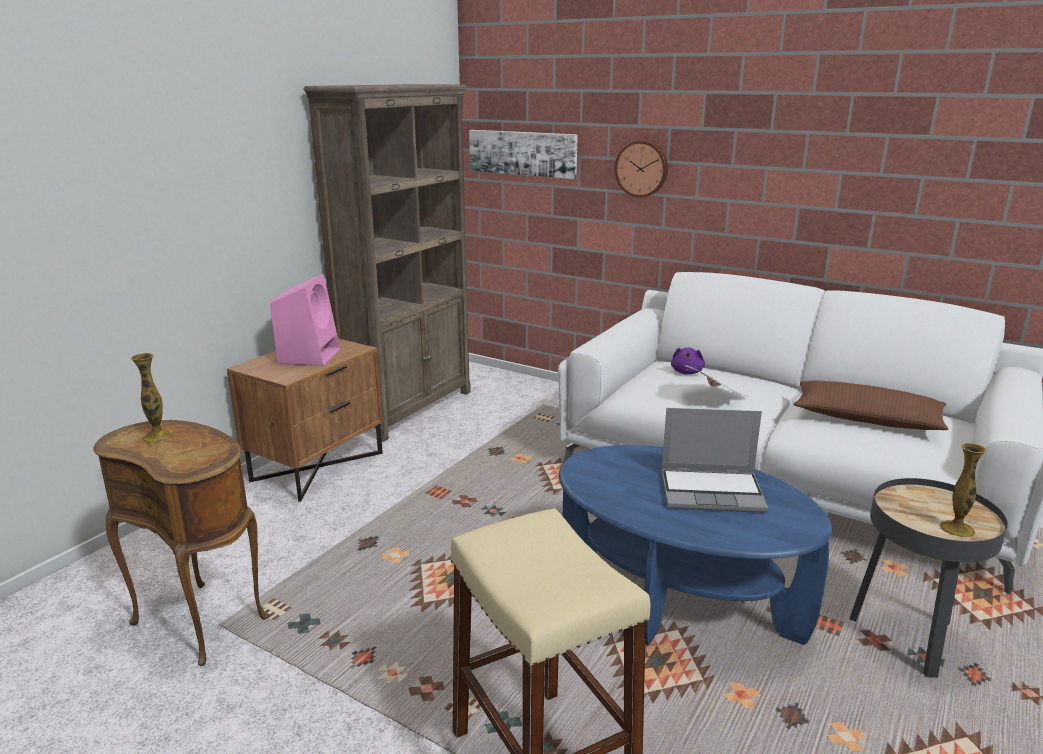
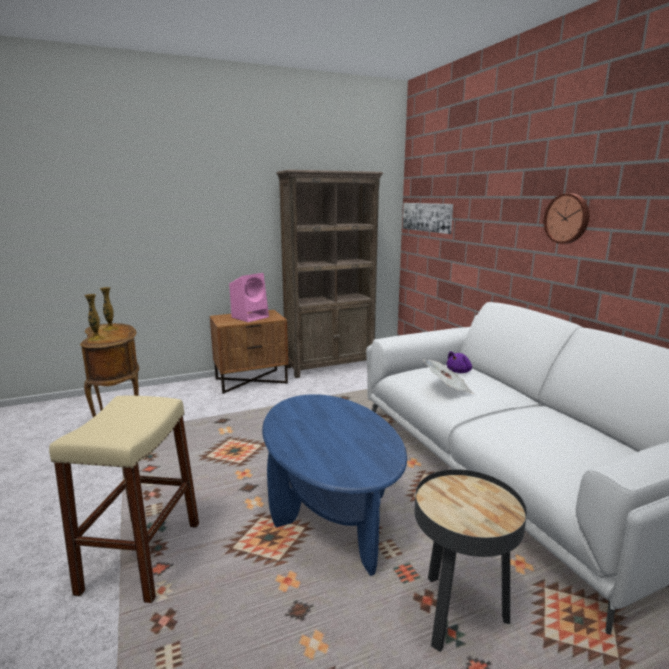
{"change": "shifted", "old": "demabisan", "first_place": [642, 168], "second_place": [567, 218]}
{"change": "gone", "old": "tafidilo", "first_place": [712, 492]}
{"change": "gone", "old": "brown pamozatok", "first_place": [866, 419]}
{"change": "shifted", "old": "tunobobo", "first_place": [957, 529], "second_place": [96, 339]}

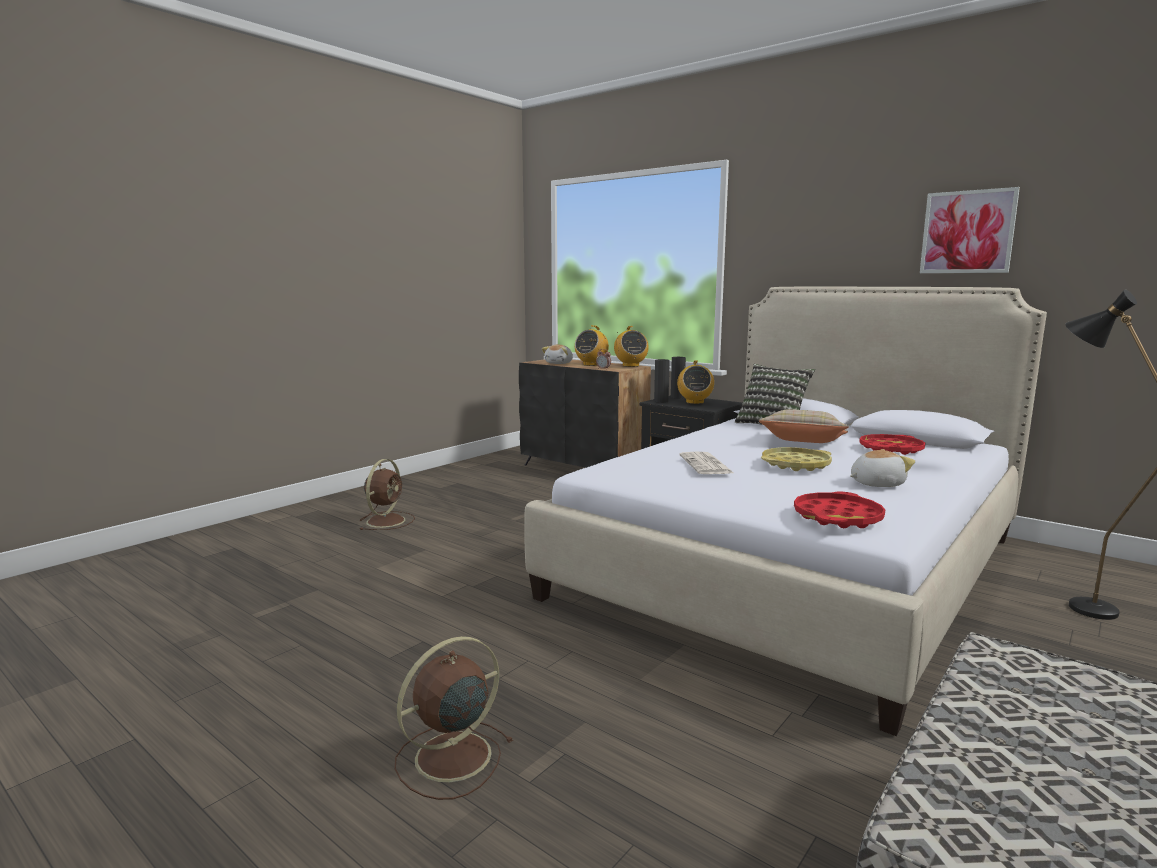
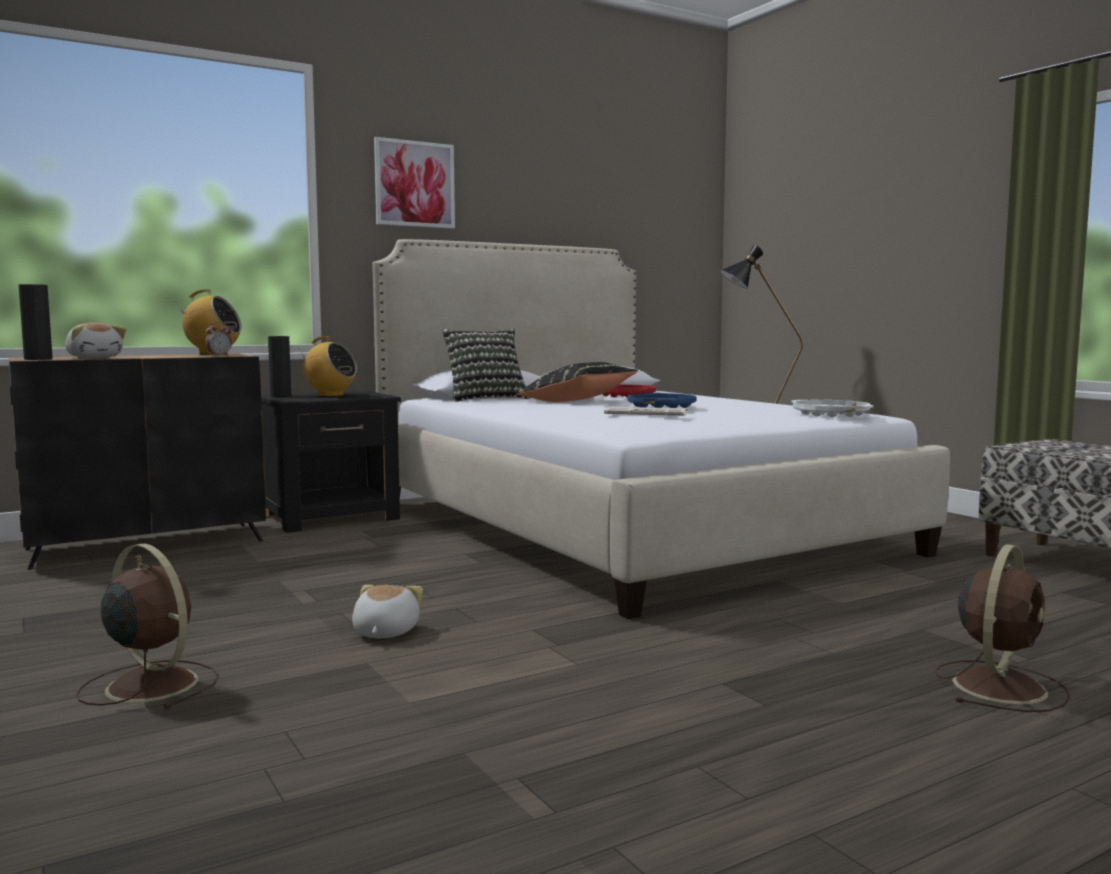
{"change": "rotated", "old": "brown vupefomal", "first_place": [450, 758], "second_place": [1000, 685], "degrees": -120}
{"change": "gone", "old": "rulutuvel", "first_place": [591, 364]}
{"change": "shifted", "old": "black tunobobo", "first_place": [661, 401], "second_place": [38, 359]}
{"change": "repainted", "old": "beige pamozatok", "new": "black pamozatok", "first_place": [803, 443], "second_place": [577, 401]}
{"change": "repainted", "old": "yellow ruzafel", "new": "blue ruzafel", "first_place": [796, 465], "second_place": [661, 406]}
{"change": "repainted", "old": "red ruzafel", "new": "white ruzafel", "first_place": [838, 517], "second_place": [830, 414]}
{"change": "shifted", "old": "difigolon", "first_place": [876, 484], "second_place": [384, 632]}
{"change": "shifted", "old": "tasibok", "first_place": [967, 232], "second_place": [414, 184]}

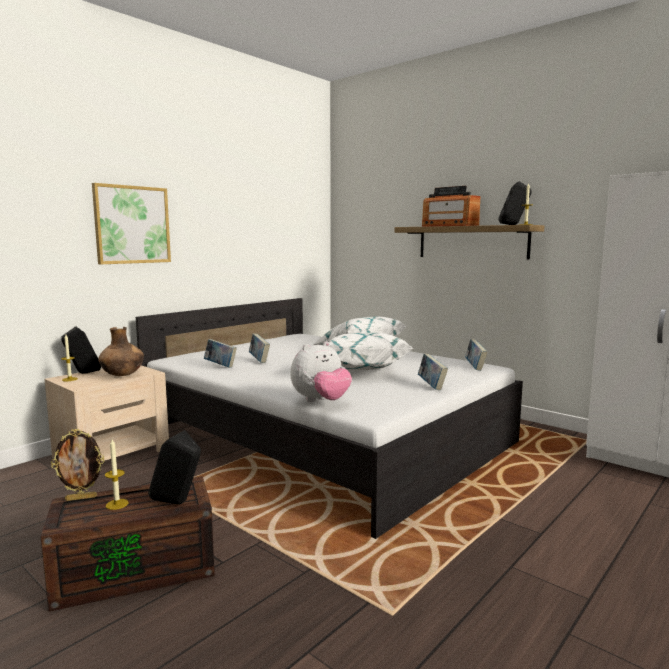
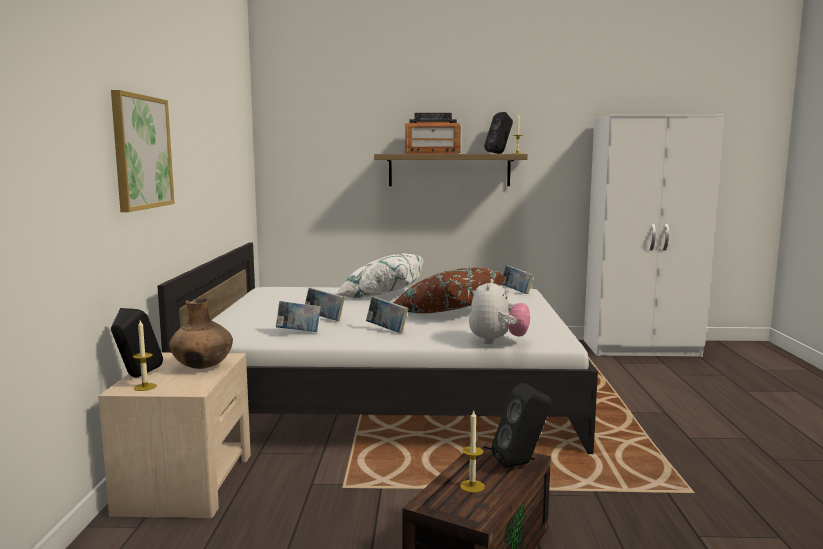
{"change": "gone", "old": "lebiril", "first_place": [81, 498]}
{"change": "repainted", "old": "white pamozatok", "new": "brown pamozatok", "first_place": [360, 372], "second_place": [446, 312]}
{"change": "shifted", "old": "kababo", "first_place": [431, 386], "second_place": [387, 330]}

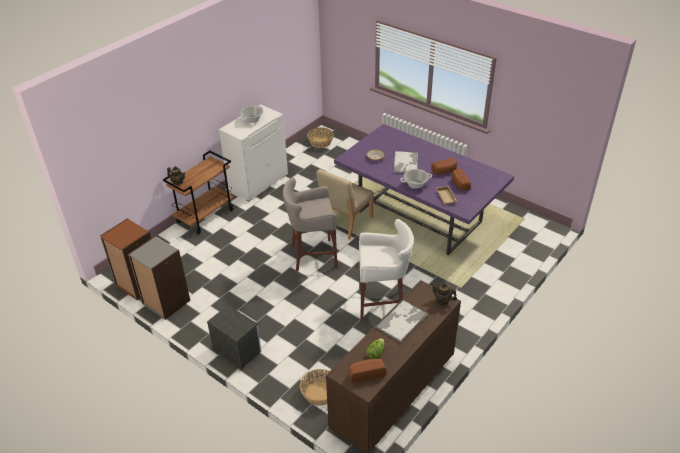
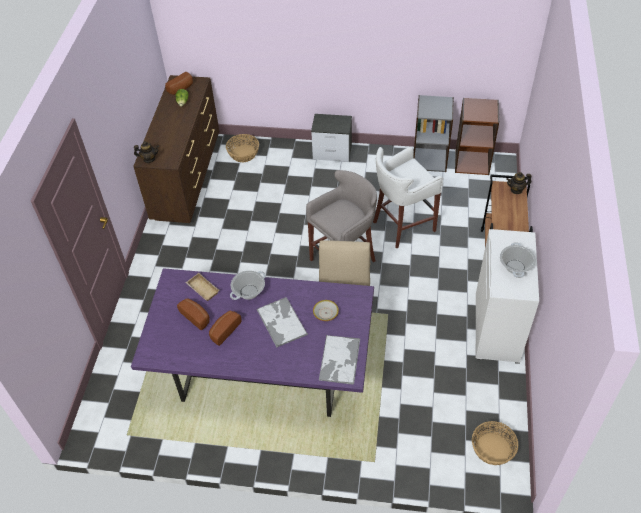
{"change": "shifted", "old": "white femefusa", "first_place": [383, 303], "second_place": [402, 226]}
{"change": "shifted", "old": "ruzafel", "first_place": [402, 321], "second_place": [339, 360]}

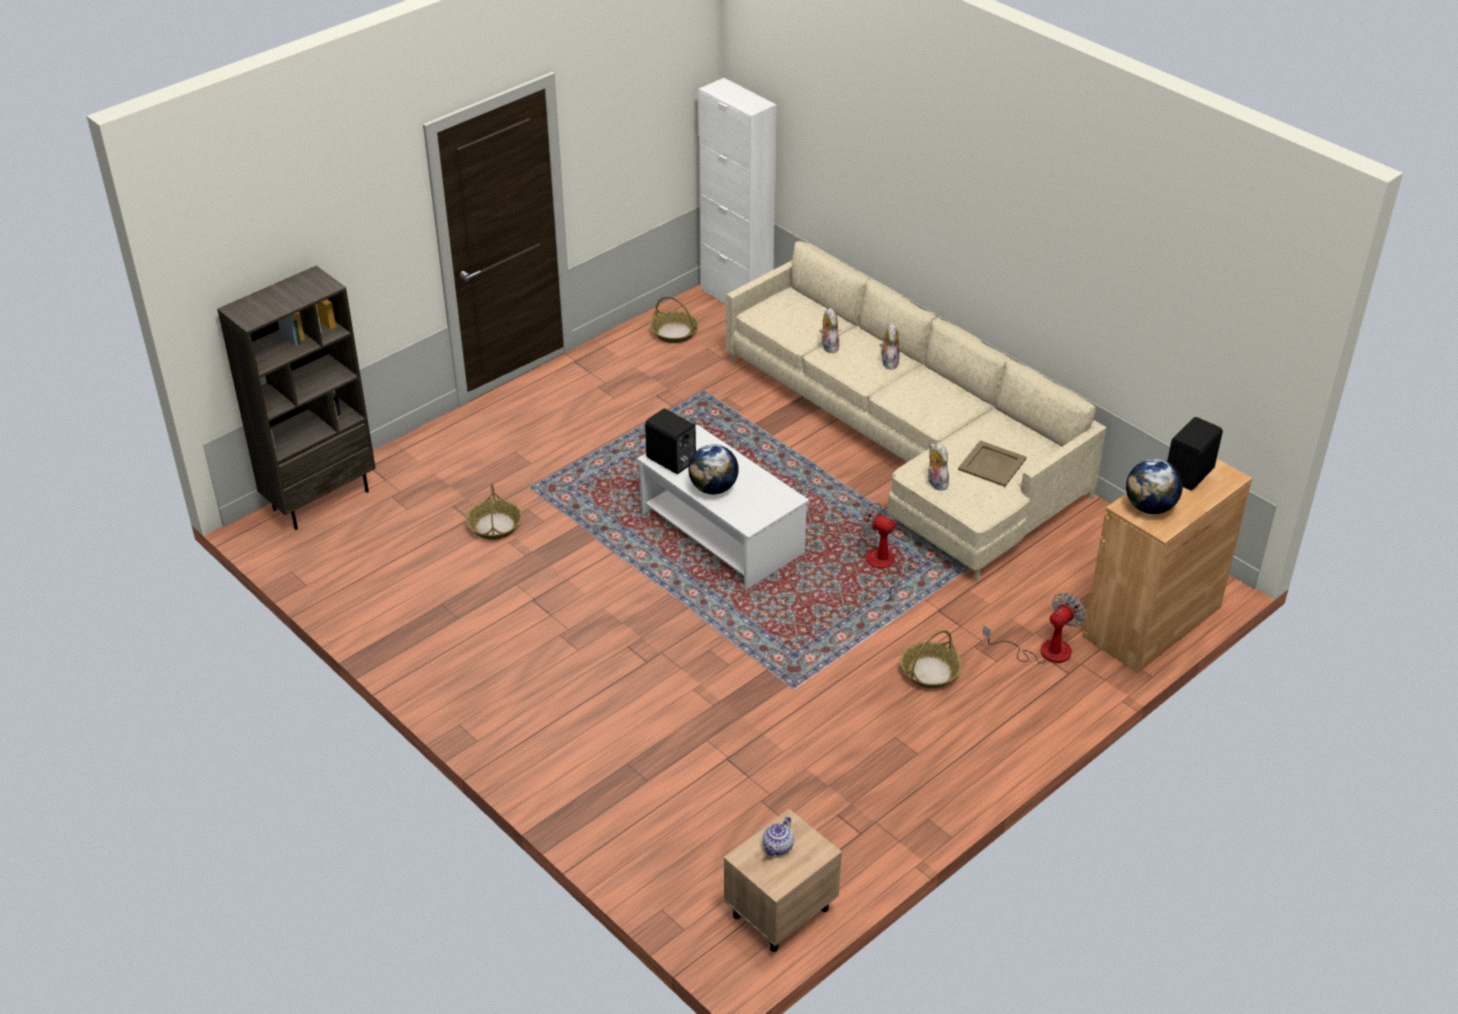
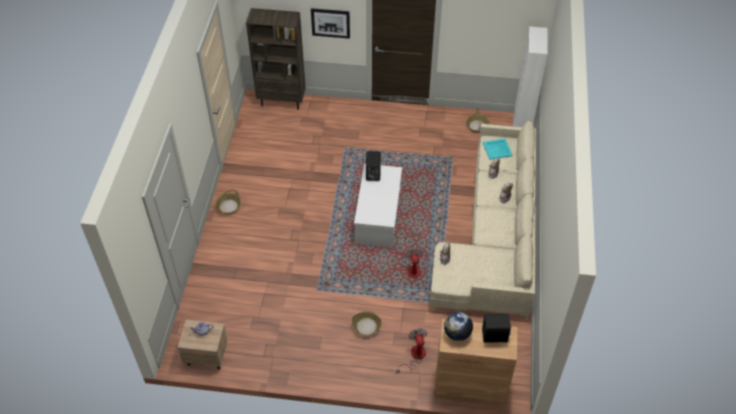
{"change": "shifted", "old": "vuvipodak", "first_place": [494, 525], "second_place": [228, 206]}
{"change": "gone", "old": "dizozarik", "first_place": [713, 488]}
{"change": "gone", "old": "beige ruzafel", "first_place": [992, 463]}
{"change": "rotated", "old": "vupefomal", "first_place": [1043, 651], "second_place": [414, 356], "degrees": -105}
{"change": "new", "new": "tasibok", "second_place": [330, 23]}
{"change": "new", "new": "turquoise ruzafel", "second_place": [497, 149]}

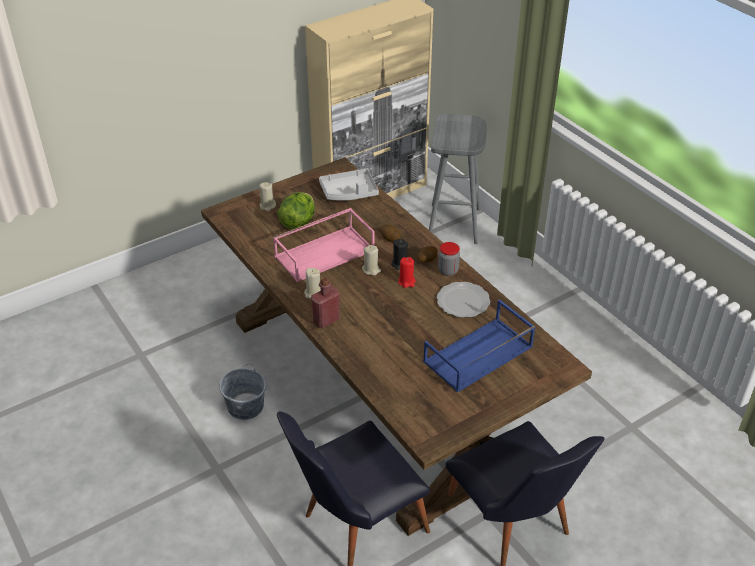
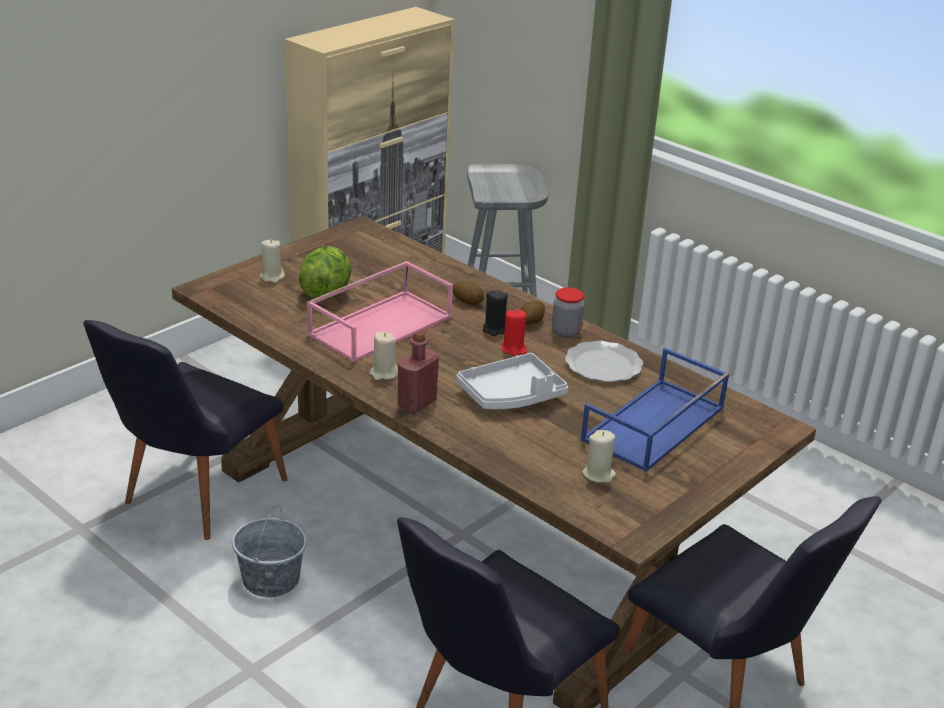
{"change": "shifted", "old": "grey ruzafel", "first_place": [349, 192], "second_place": [511, 395]}
{"change": "shifted", "old": "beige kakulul", "first_place": [371, 270], "second_place": [598, 474]}
{"change": "new", "new": "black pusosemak", "second_place": [193, 497]}

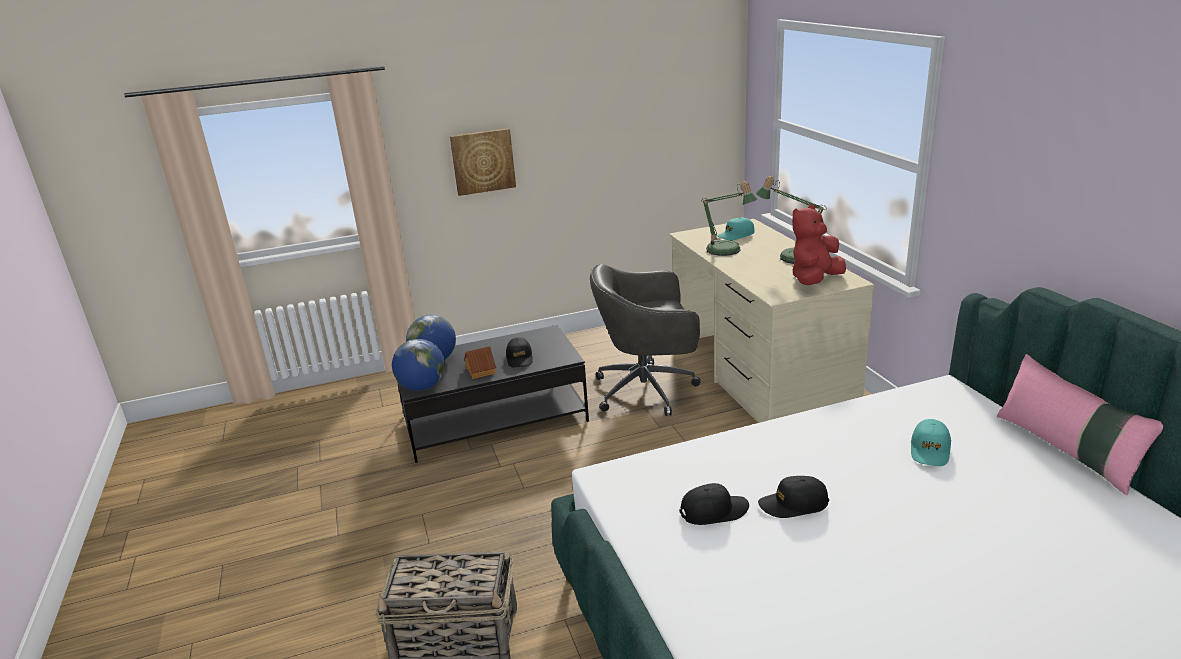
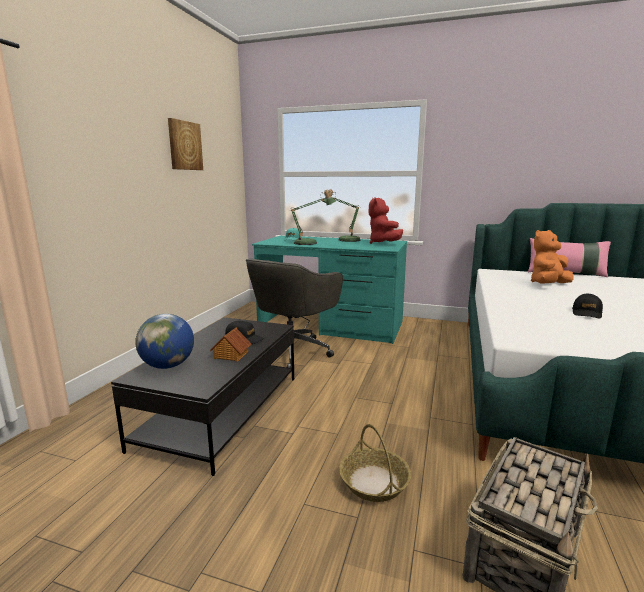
{"change": "gone", "old": "dizozarik", "first_place": [422, 387]}
{"change": "shifted", "old": "tasibok", "first_place": [483, 161], "second_place": [184, 145]}
{"change": "repainted", "old": "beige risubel", "new": "turquoise risubel", "first_place": [758, 374], "second_place": [331, 325]}
{"change": "gone", "old": "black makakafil", "first_place": [714, 511]}
{"change": "swapped", "old": "turquoise makakafil", "new": "orange difigolon", "first_place": [930, 450], "second_place": [548, 285]}
{"change": "new", "new": "vuvipodak", "second_place": [374, 482]}

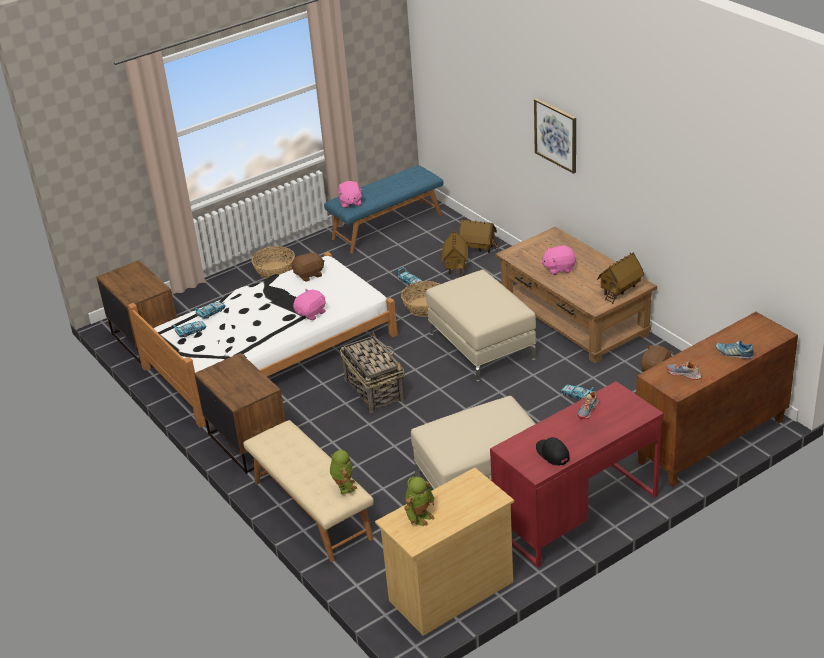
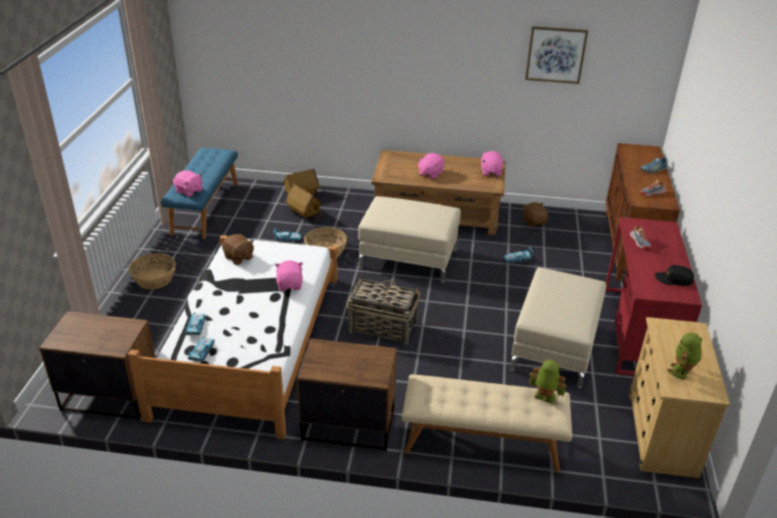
{"change": "rotated", "old": "brown difigolon", "first_place": [309, 275], "second_place": [238, 258], "degrees": 120}
{"change": "rotated", "old": "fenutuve", "first_place": [420, 516], "second_place": [681, 372], "degrees": -135}
{"change": "shifted", "old": "tasibok", "first_place": [556, 135], "second_place": [555, 54]}
{"change": "swapped", "old": "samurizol", "new": "pink difigolon", "first_place": [620, 291], "second_place": [490, 172]}

